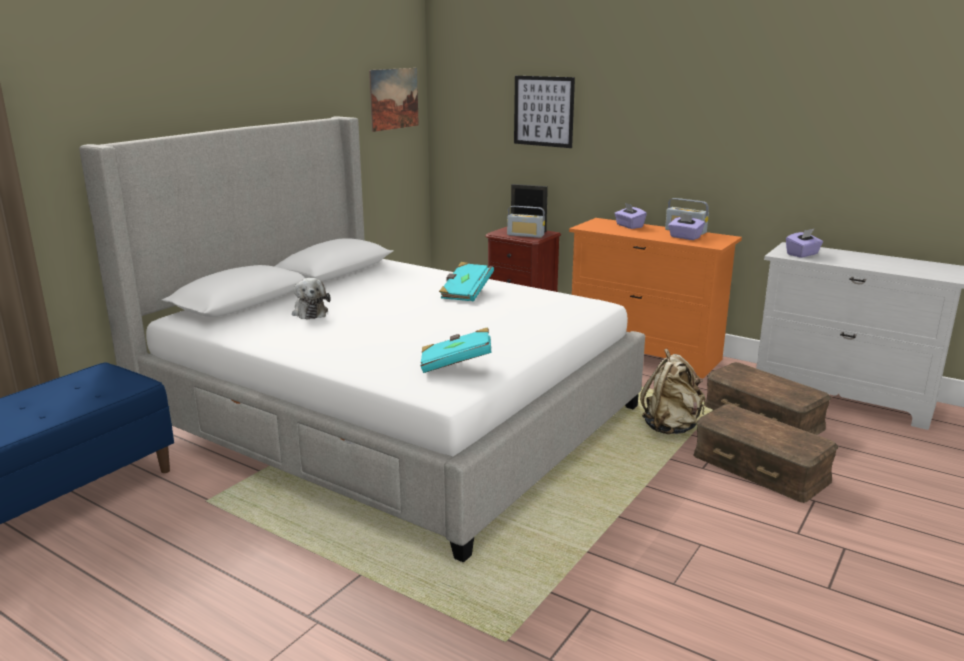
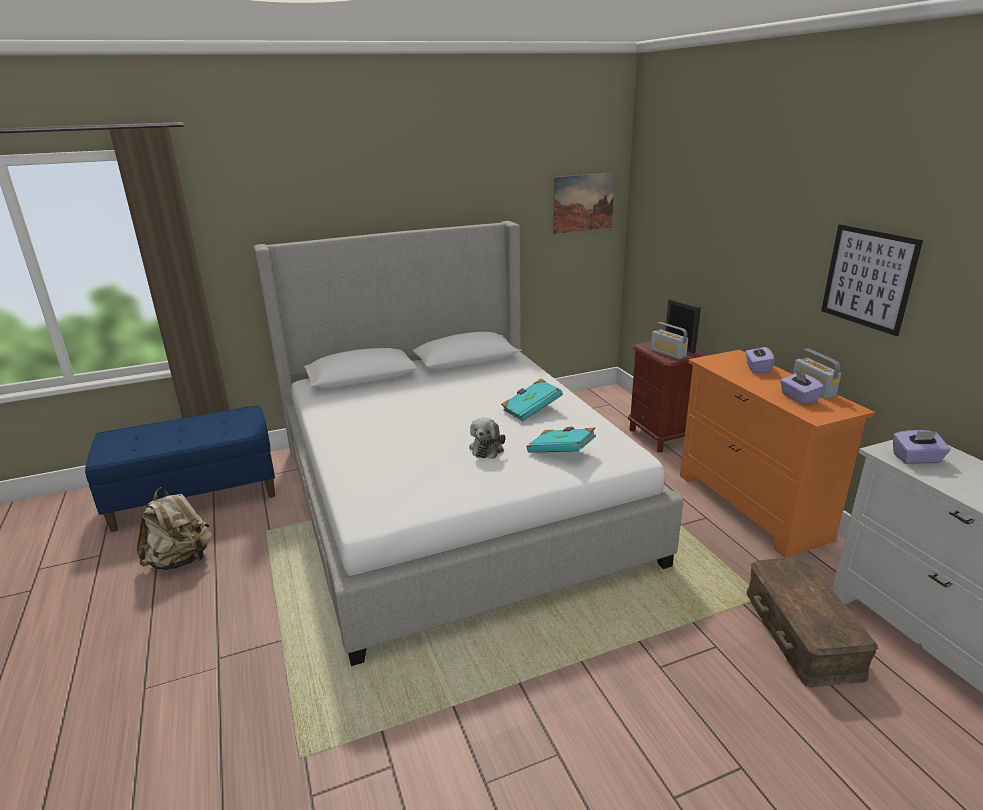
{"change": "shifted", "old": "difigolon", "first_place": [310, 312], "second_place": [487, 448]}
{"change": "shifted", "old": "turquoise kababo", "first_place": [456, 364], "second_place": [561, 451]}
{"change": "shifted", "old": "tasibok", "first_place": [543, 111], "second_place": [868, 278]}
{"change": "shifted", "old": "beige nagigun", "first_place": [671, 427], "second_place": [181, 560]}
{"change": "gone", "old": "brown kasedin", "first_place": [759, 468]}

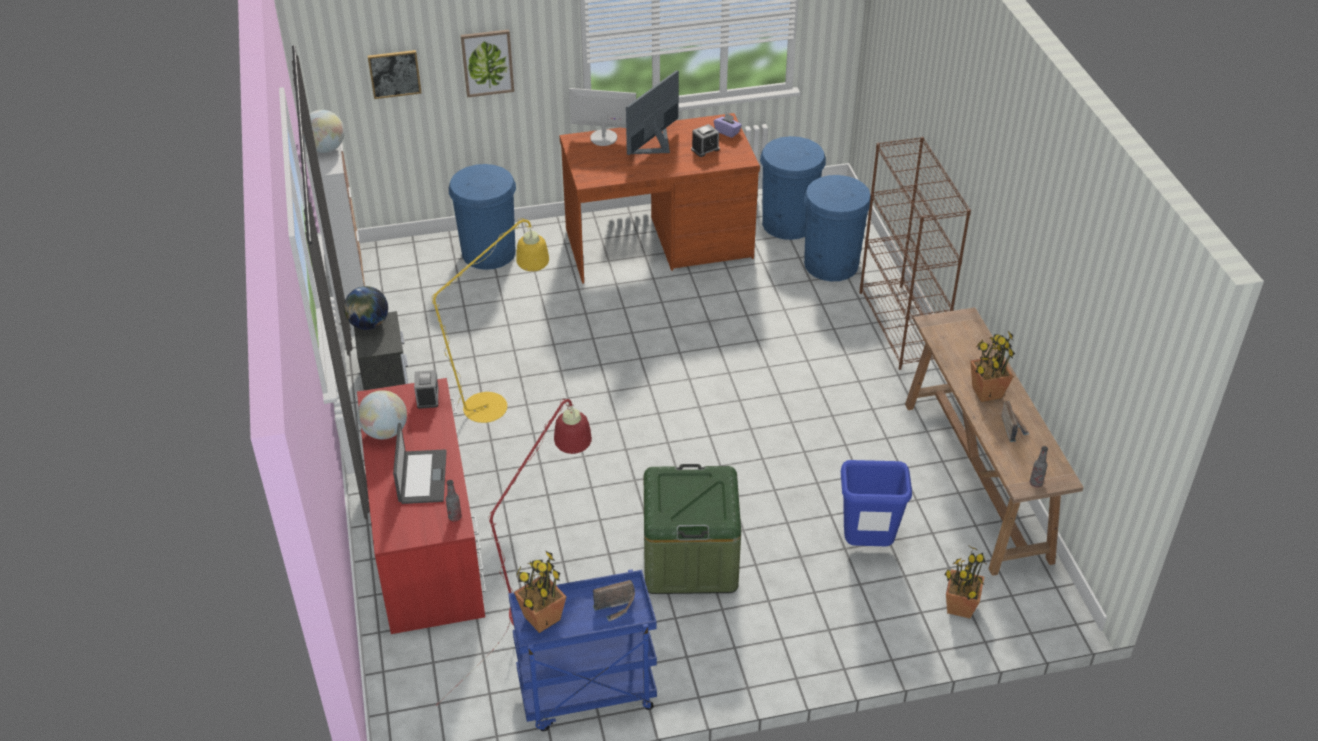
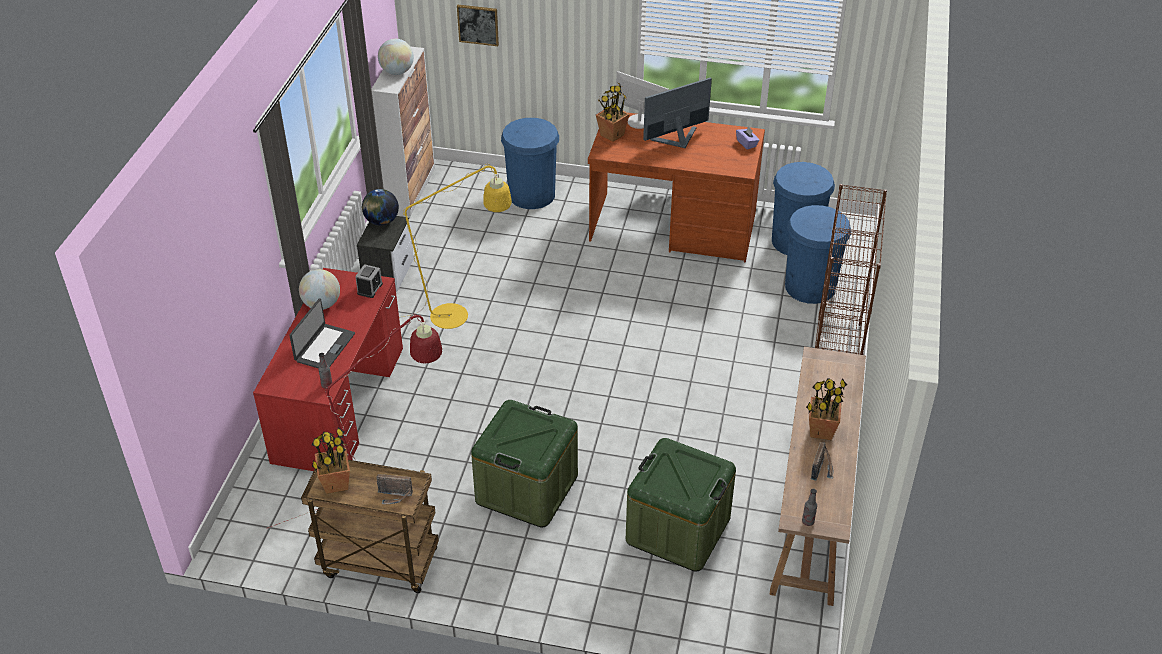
{"change": "gone", "old": "tasibok", "first_place": [487, 62]}
{"change": "repainted", "old": "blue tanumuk", "new": "brown tanumuk", "first_place": [586, 695], "second_place": [378, 563]}
{"change": "gone", "old": "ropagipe", "first_place": [705, 149]}
{"change": "swapped", "old": "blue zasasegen", "new": "green kasedin", "first_place": [866, 545], "second_place": [678, 530]}
{"change": "shifted", "old": "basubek", "first_place": [960, 607], "second_place": [612, 135]}

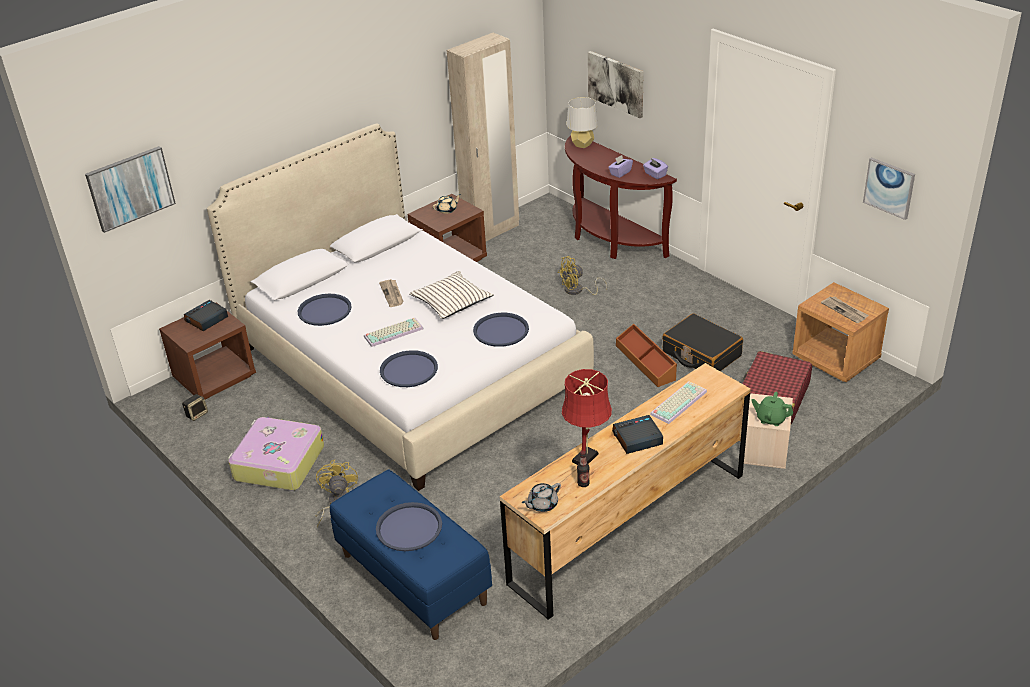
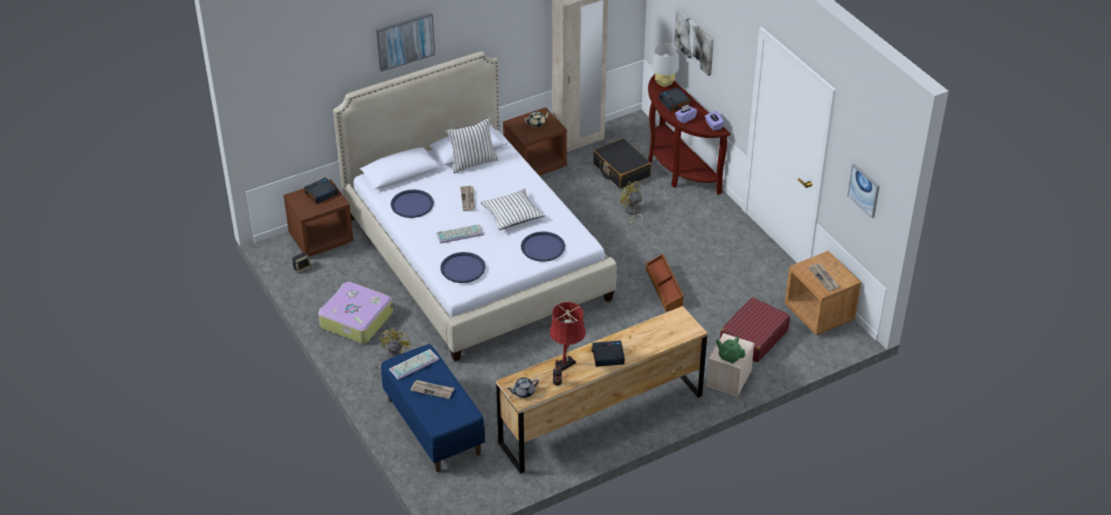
{"change": "shifted", "old": "tasibok", "first_place": [130, 188], "second_place": [405, 41]}
{"change": "swapped", "old": "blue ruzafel", "new": "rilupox", "first_place": [409, 527], "second_place": [432, 390]}
{"change": "rotated", "old": "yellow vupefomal", "first_place": [577, 291], "second_place": [632, 212], "degrees": 60}
{"change": "shifted", "old": "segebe", "first_place": [678, 402], "second_place": [414, 364]}
{"change": "shifted", "old": "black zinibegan", "first_place": [701, 354], "second_place": [621, 170]}
{"change": "new", "new": "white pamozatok", "second_place": [472, 162]}
{"change": "new", "new": "ropagipe", "second_place": [675, 102]}

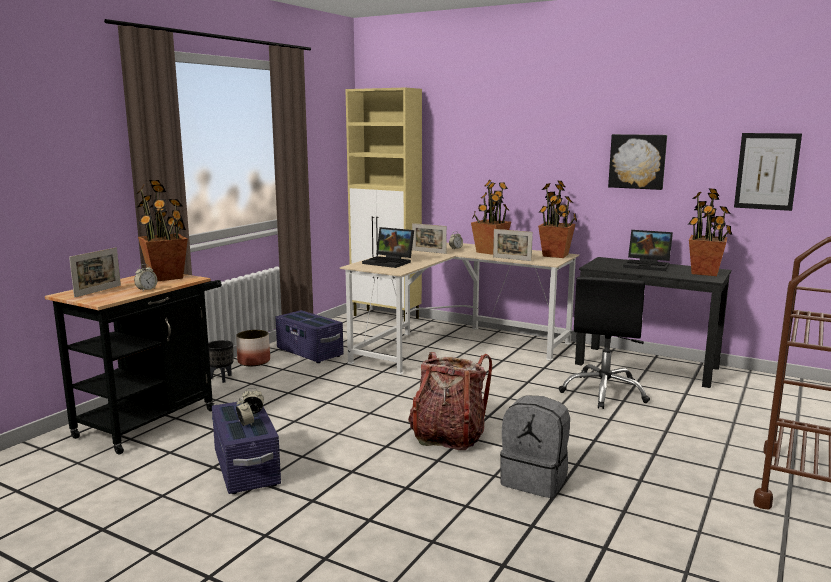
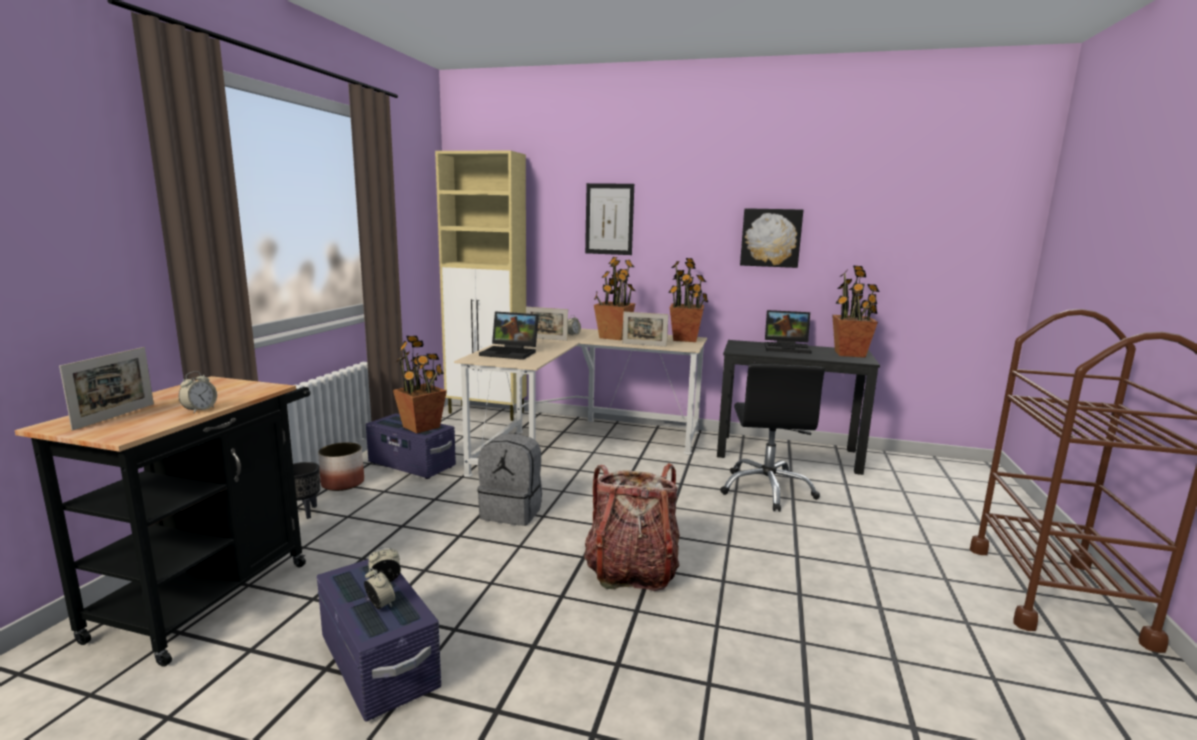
{"change": "shifted", "old": "basubek", "first_place": [166, 277], "second_place": [422, 427]}
{"change": "shifted", "old": "grey nagigun", "first_place": [535, 480], "second_place": [512, 512]}
{"change": "shifted", "old": "tasibok", "first_place": [767, 171], "second_place": [609, 219]}

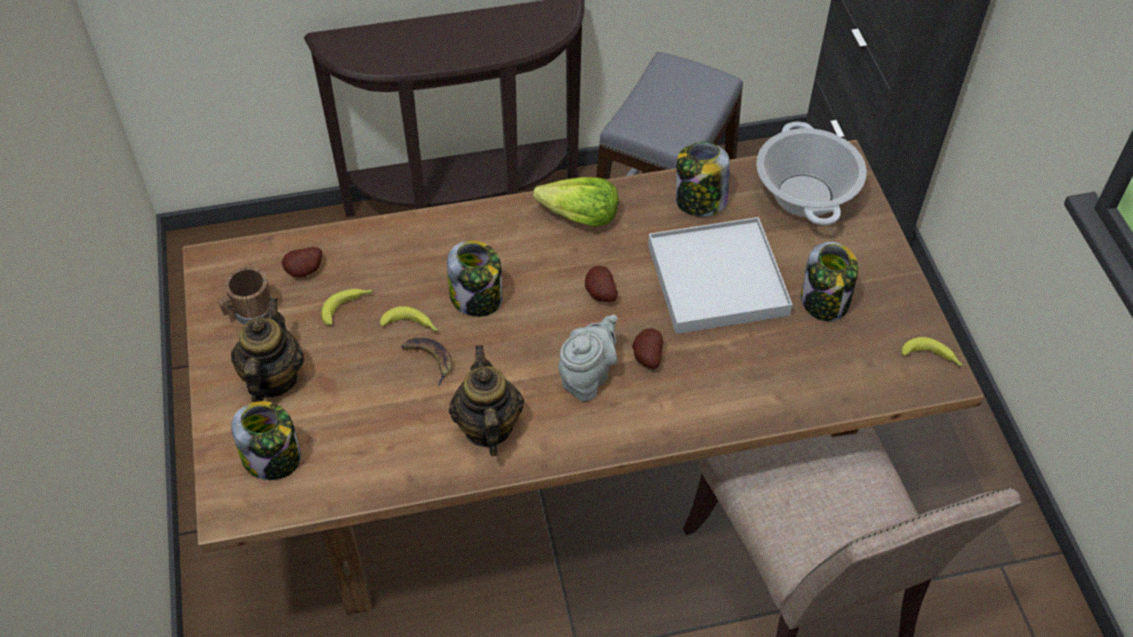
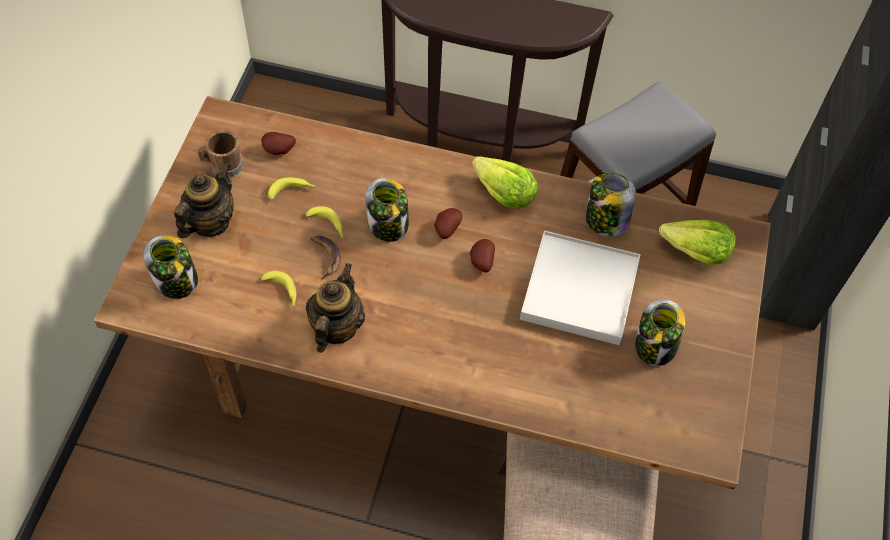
{"change": "gone", "old": "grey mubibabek", "first_place": [587, 377]}
{"change": "shifted", "old": "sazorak", "first_place": [646, 357], "second_place": [446, 229]}
{"change": "swapped", "old": "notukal", "new": "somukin", "first_place": [805, 196], "second_place": [695, 252]}
{"change": "shifted", "old": "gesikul", "first_place": [932, 358], "second_place": [283, 292]}

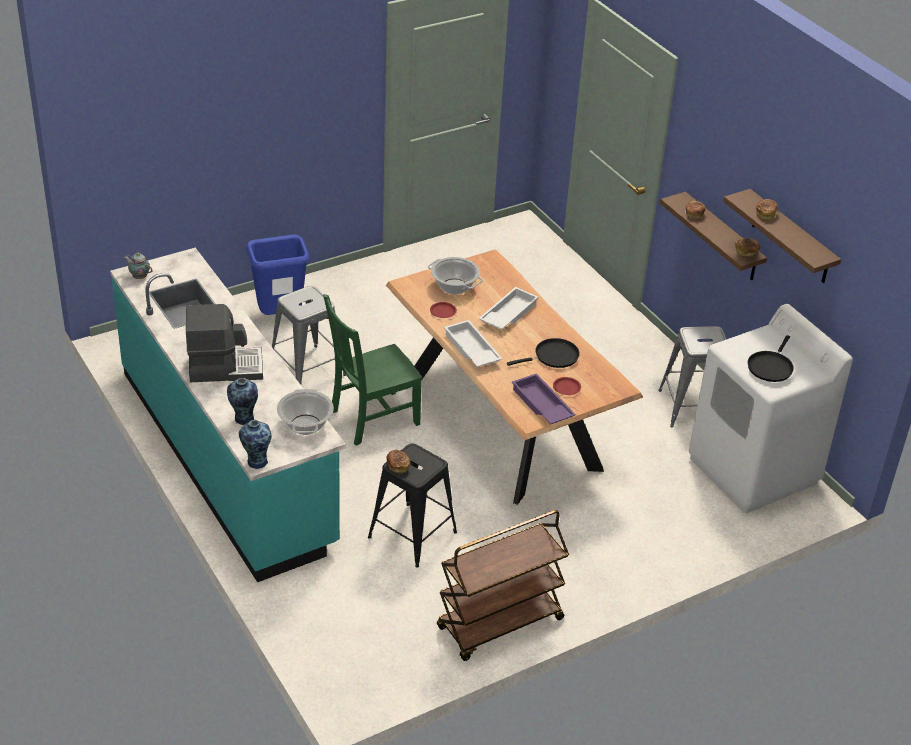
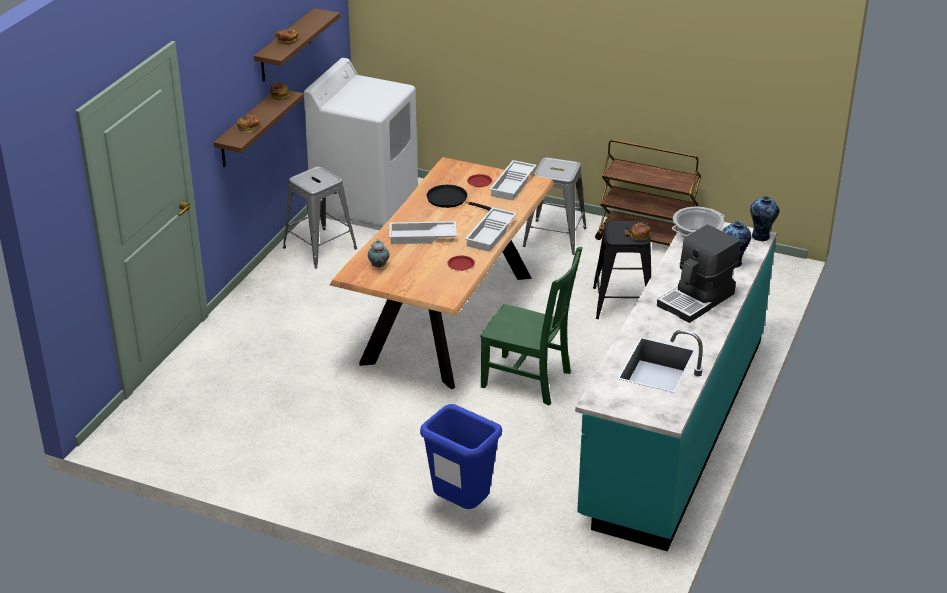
{"change": "shifted", "old": "mubibabek", "first_place": [139, 277], "second_place": [378, 266]}
{"change": "rotated", "old": "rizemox", "first_place": [225, 367], "second_place": [697, 300], "degrees": -90}
{"change": "shifted", "old": "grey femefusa", "first_place": [307, 369], "second_place": [554, 237]}
{"change": "gone", "old": "notukal", "first_place": [454, 286]}
{"change": "repainted", "old": "purple ruzafel", "new": "white ruzafel", "first_place": [541, 405], "second_place": [513, 184]}
{"change": "gone", "old": "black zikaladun", "first_place": [770, 367]}

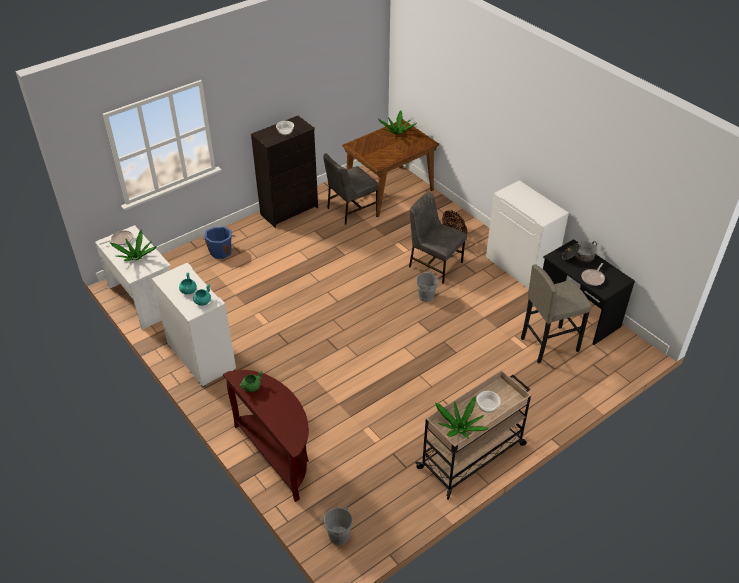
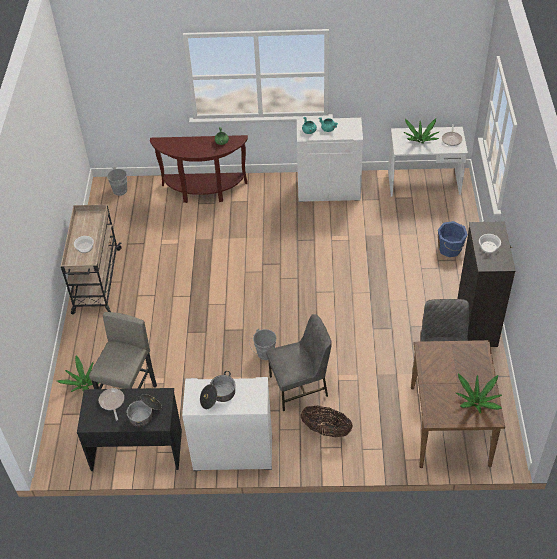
{"change": "shifted", "old": "basubek", "first_place": [460, 428], "second_place": [84, 383]}
{"change": "new", "new": "notukal", "second_place": [218, 396]}

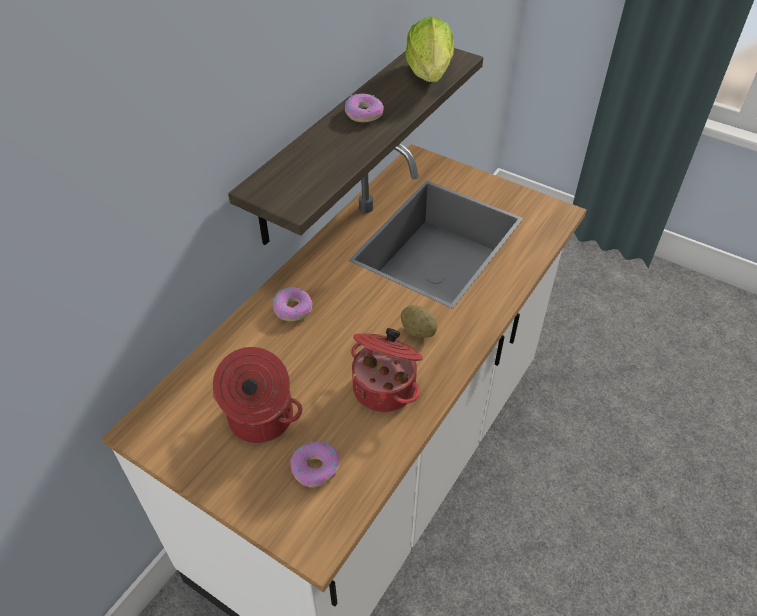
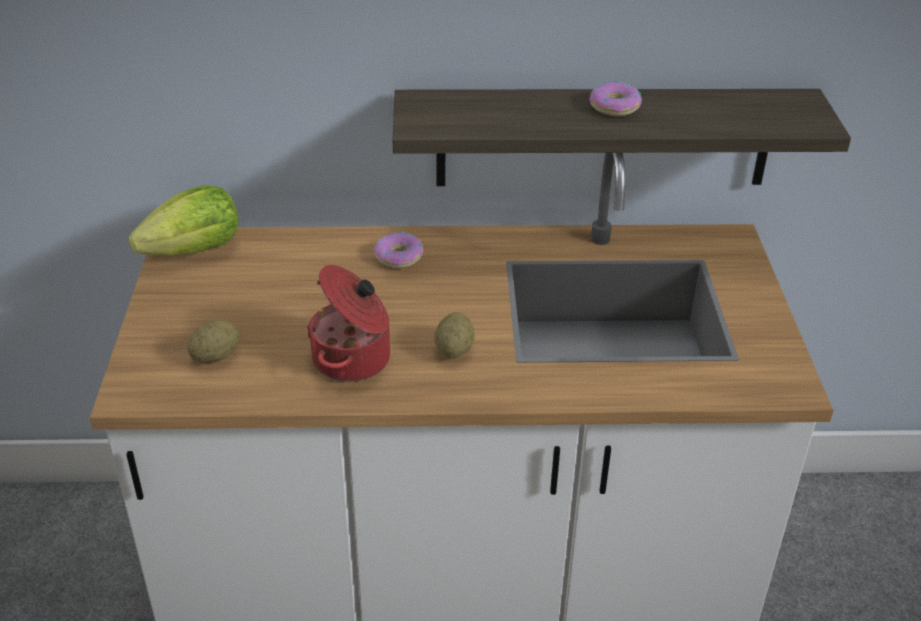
{"change": "gone", "old": "notukal", "first_place": [260, 419]}
{"change": "swapped", "old": "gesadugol", "new": "sazorak", "first_place": [315, 468], "second_place": [215, 356]}
{"change": "shifted", "old": "somukin", "first_place": [430, 74], "second_place": [195, 251]}

